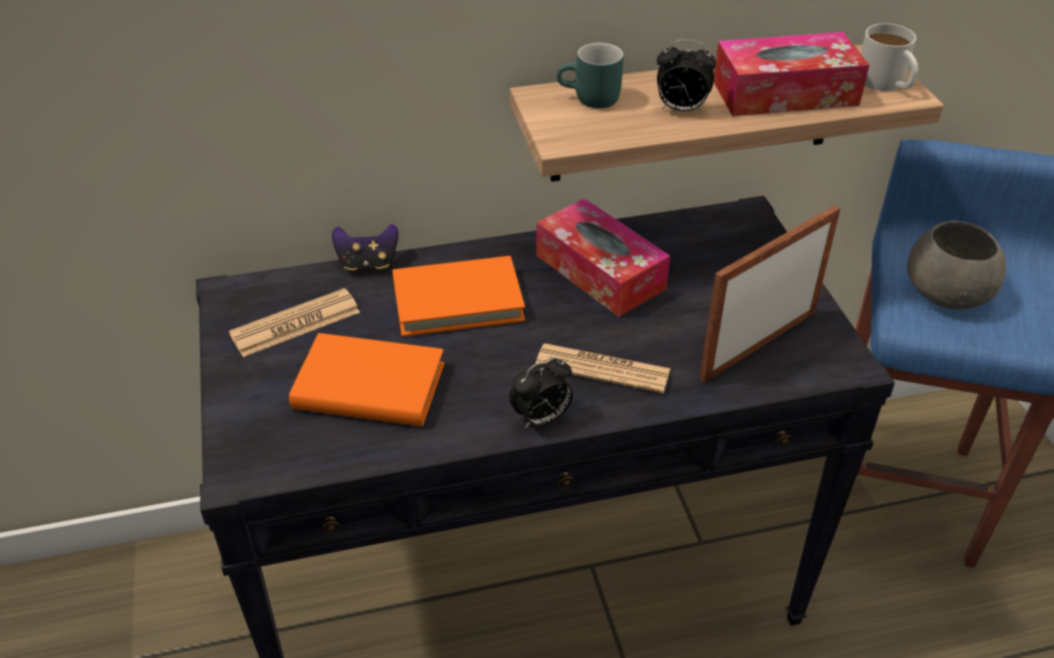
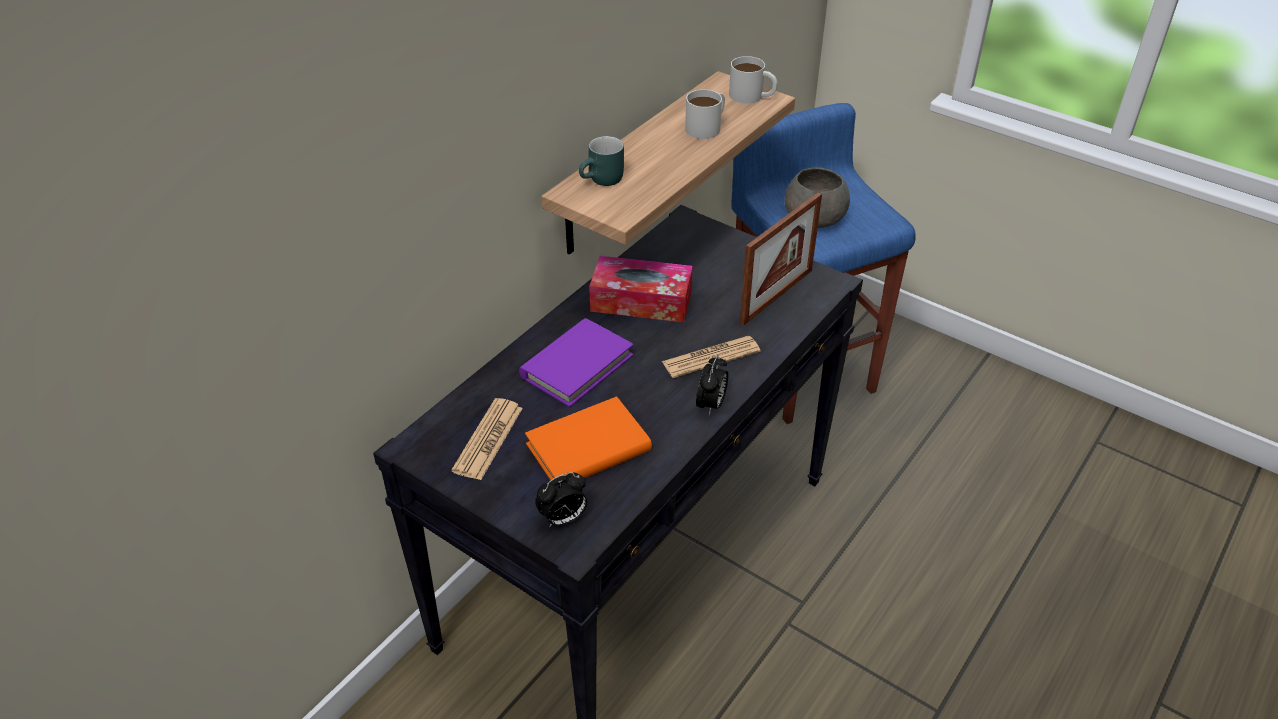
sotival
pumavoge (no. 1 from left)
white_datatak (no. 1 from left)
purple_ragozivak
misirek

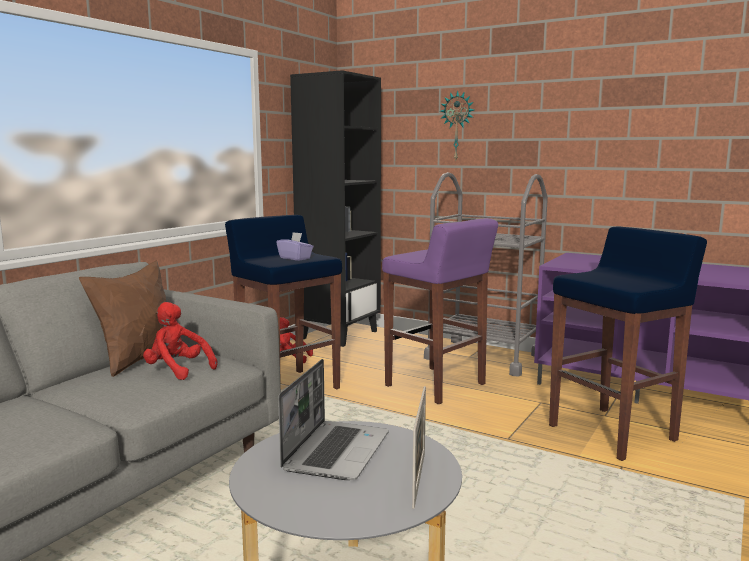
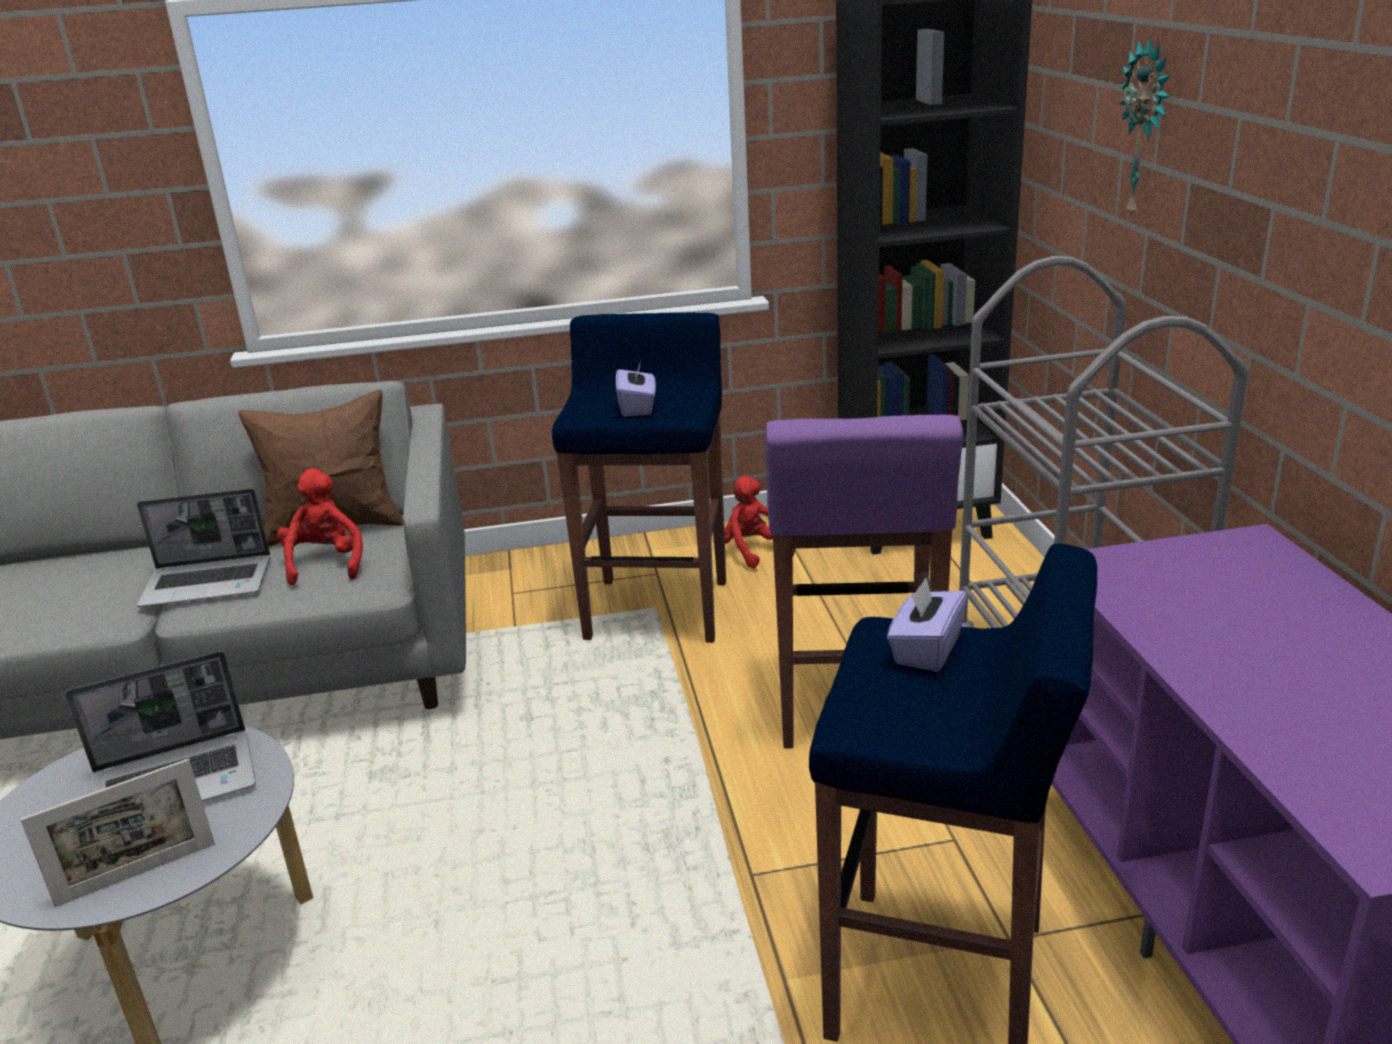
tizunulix (no. 2 from left)
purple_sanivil (no. 2 from left)

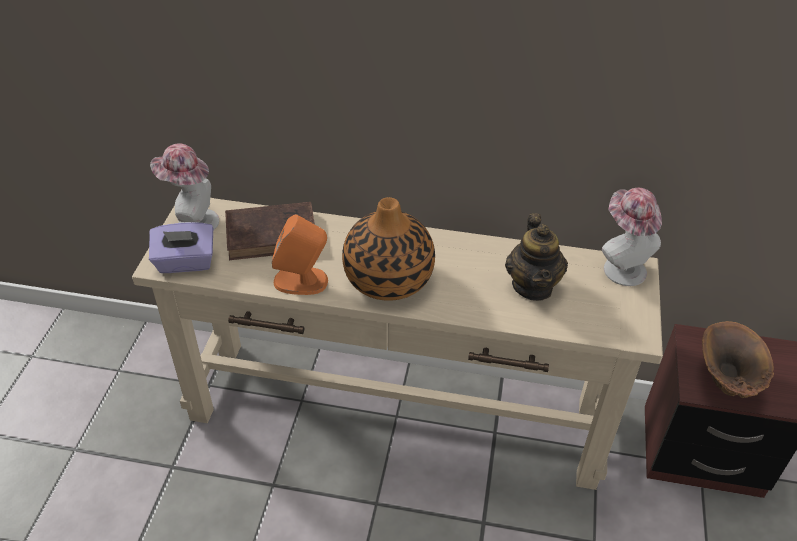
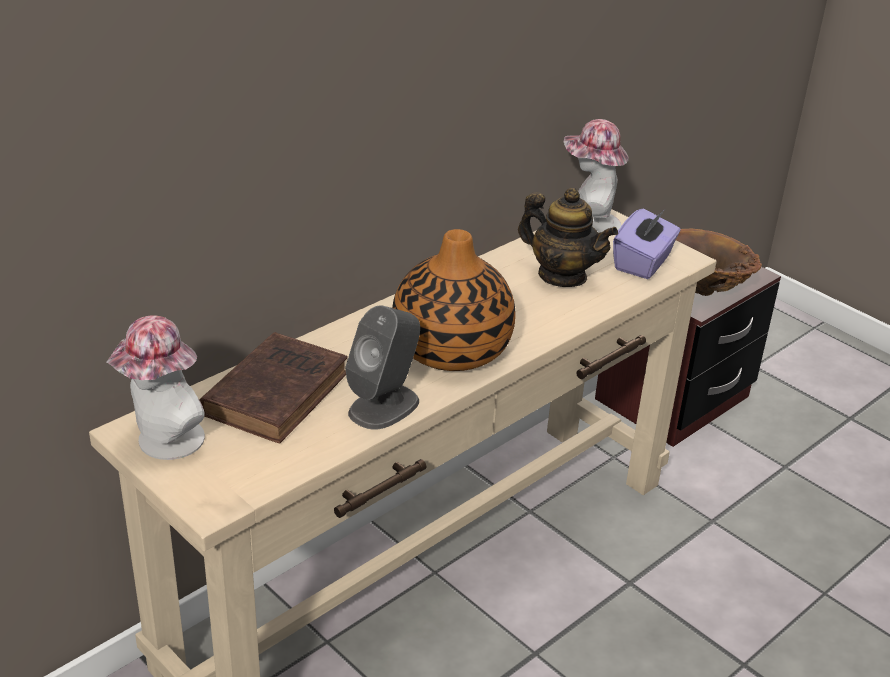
purple_sanivil
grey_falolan

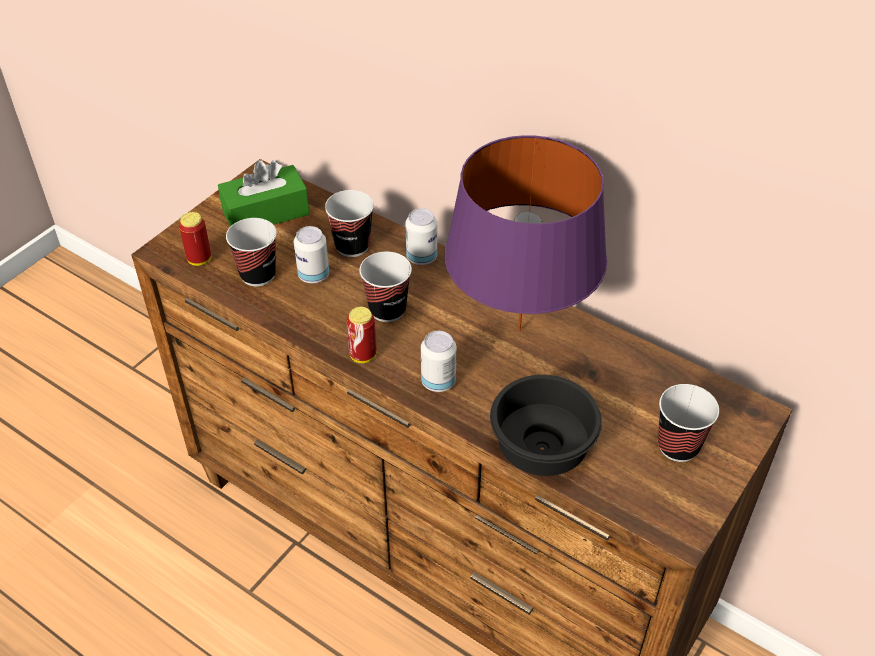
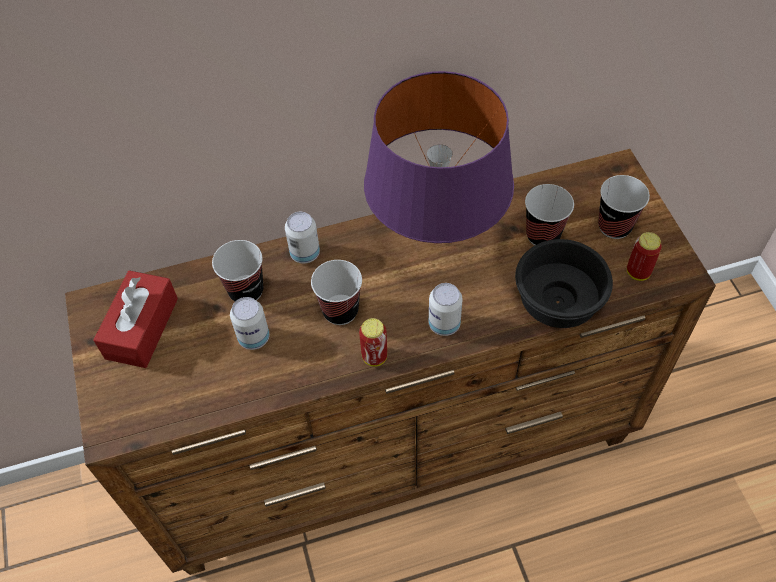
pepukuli (no. 5 from left)
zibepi (no. 3 from left)
red_sanivil

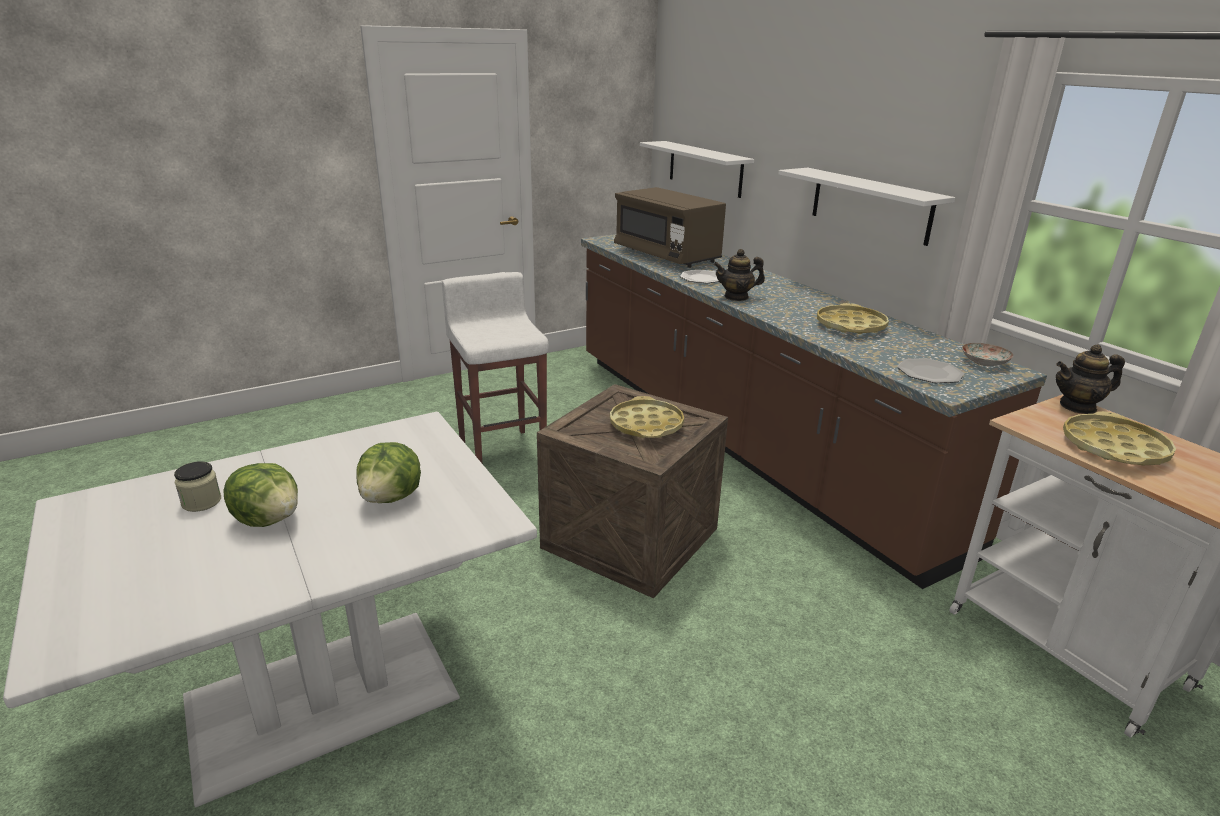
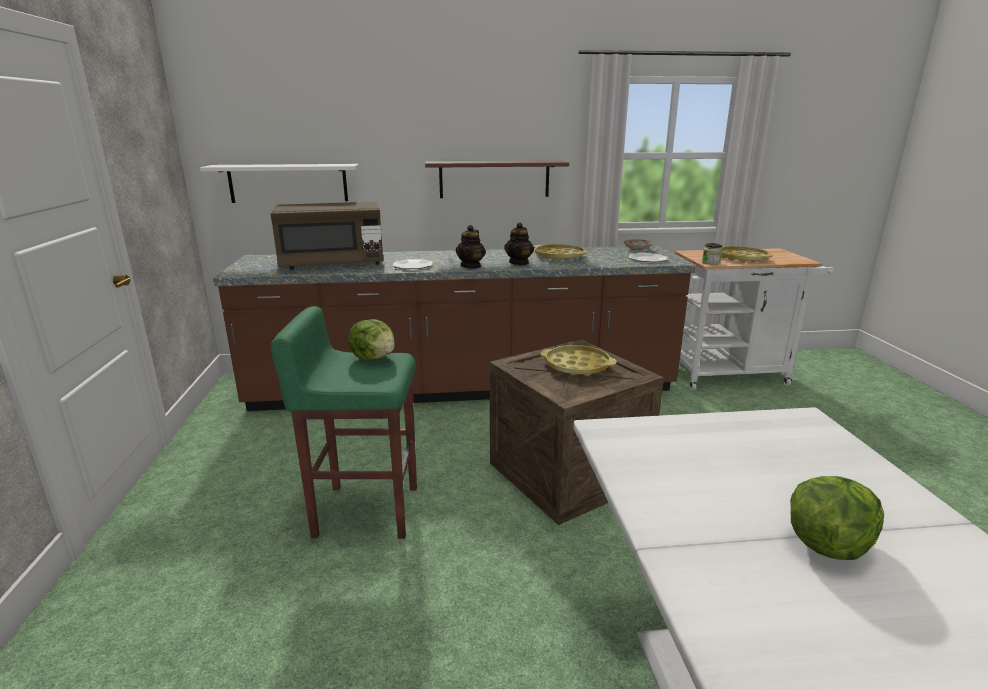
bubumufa
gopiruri (no. 1 from left)
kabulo (no. 2 from left)
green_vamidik
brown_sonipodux

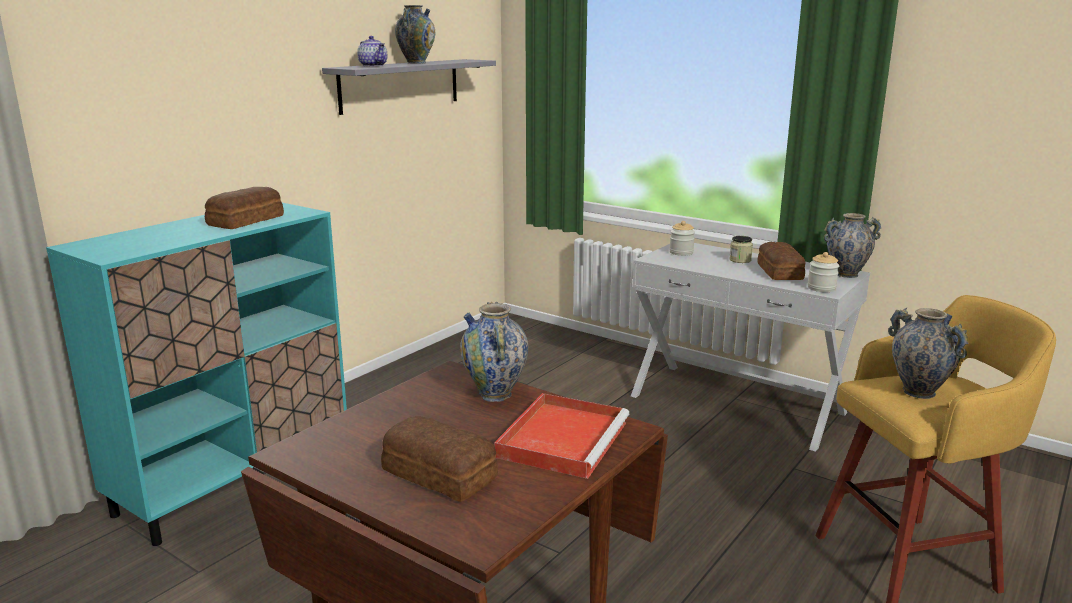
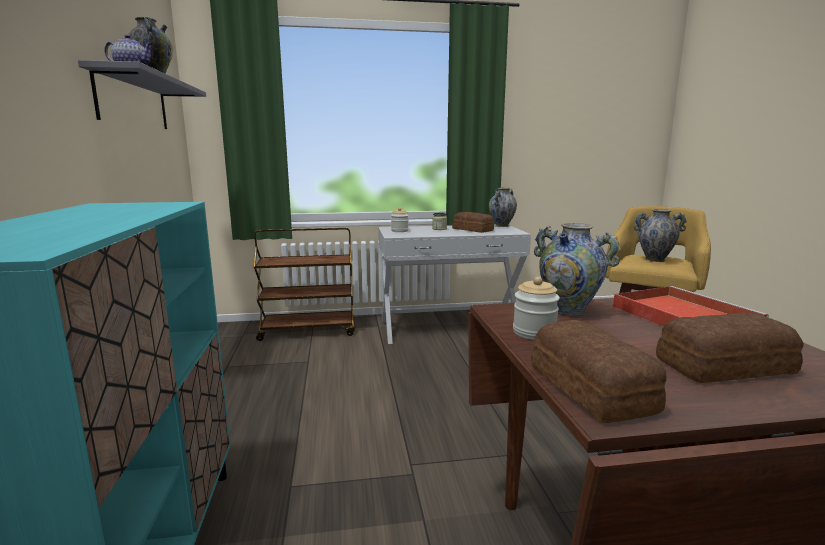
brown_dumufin
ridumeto (no. 2 from left)
bubumufa (no. 3 from left)

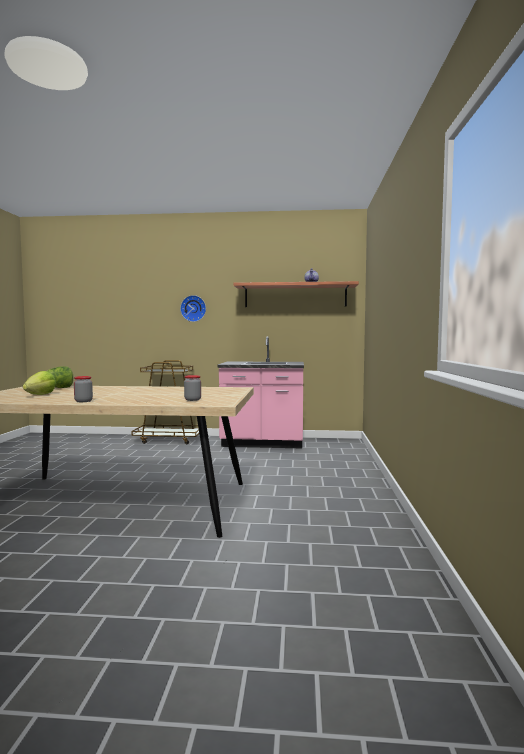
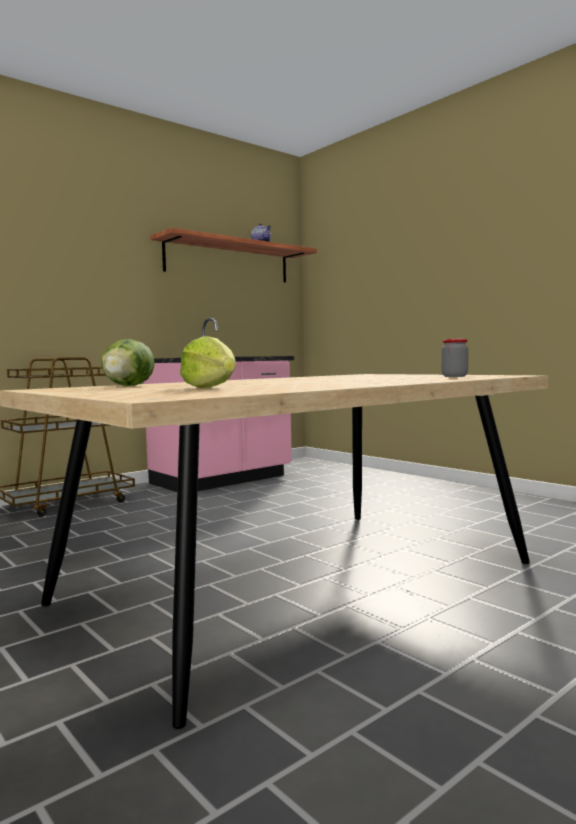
bubumufa (no. 1 from left in the first image)
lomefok

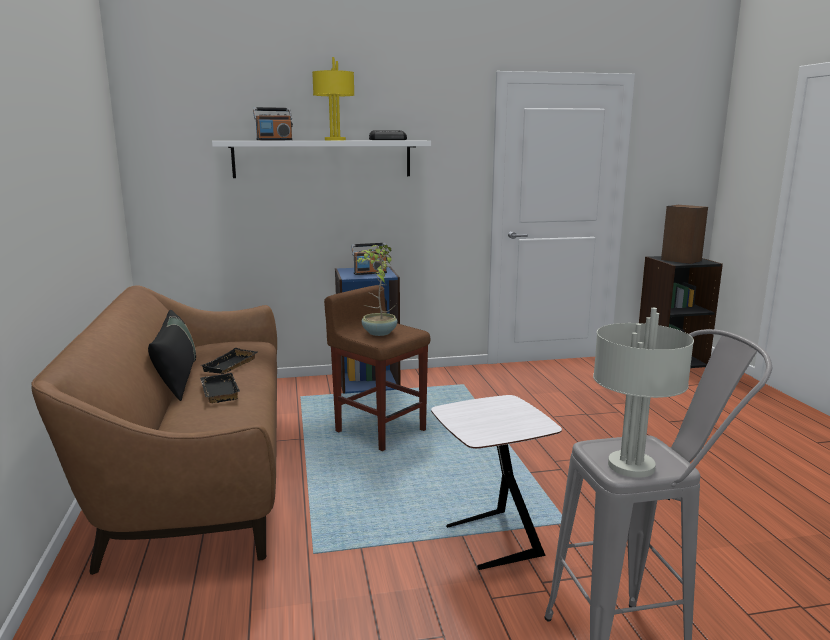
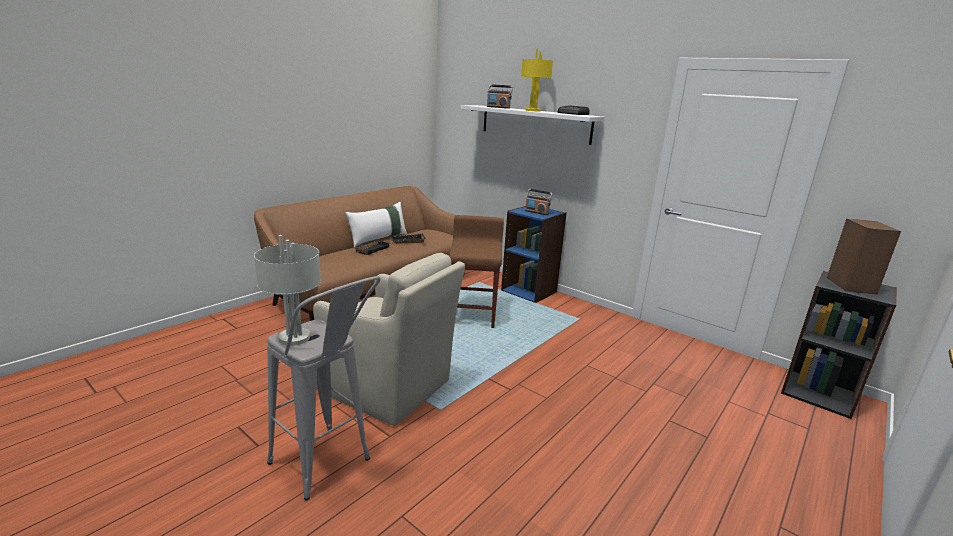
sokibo
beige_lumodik
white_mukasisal

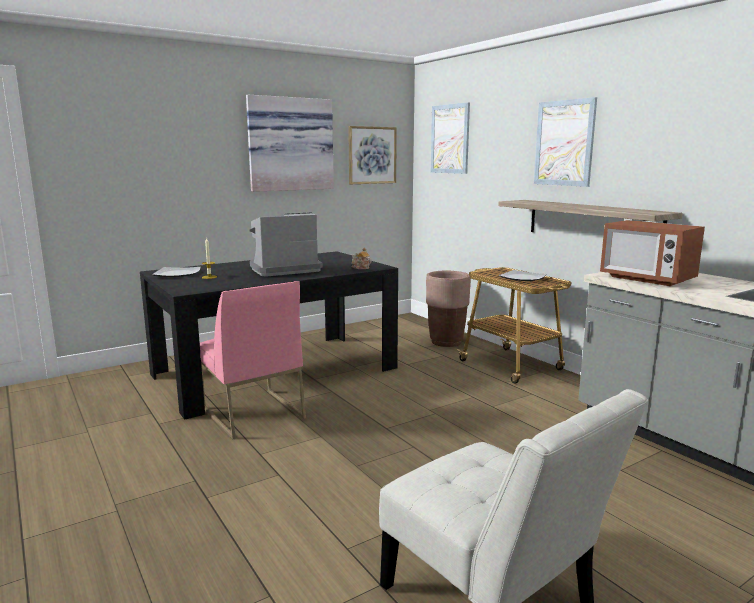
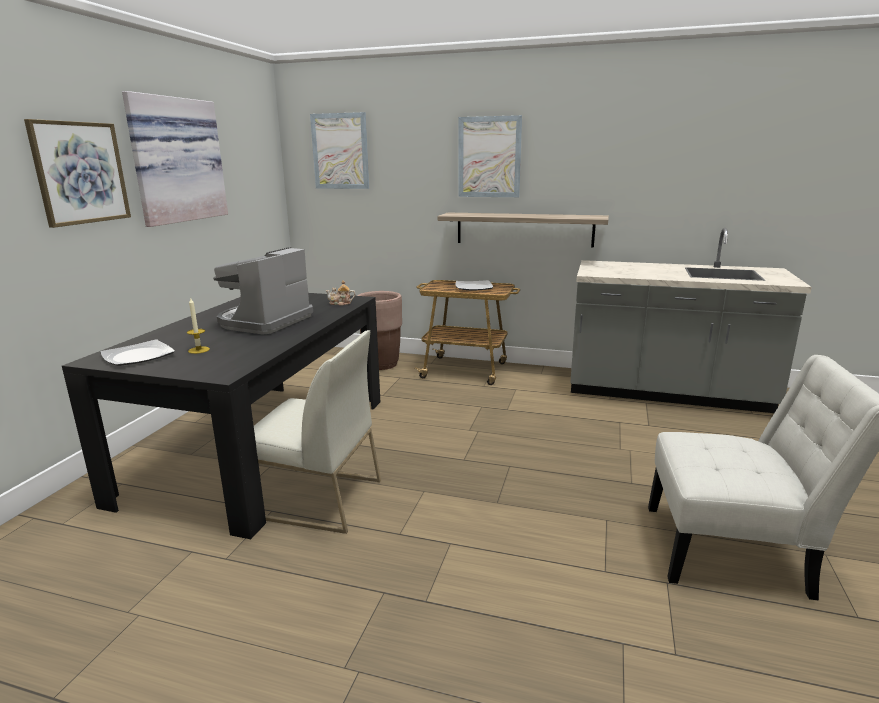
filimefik
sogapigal (no. 1 from left)
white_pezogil (no. 1 from left)

